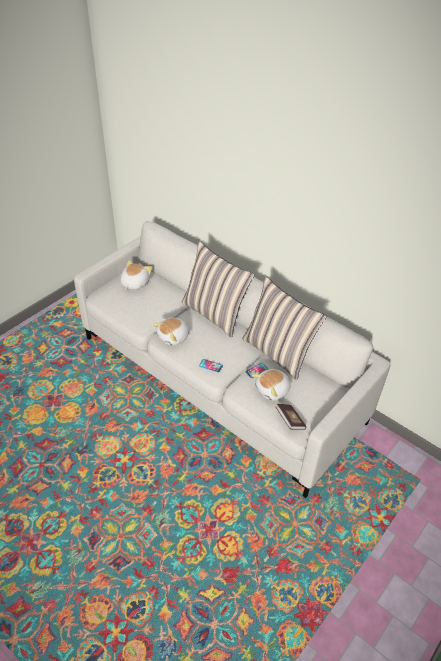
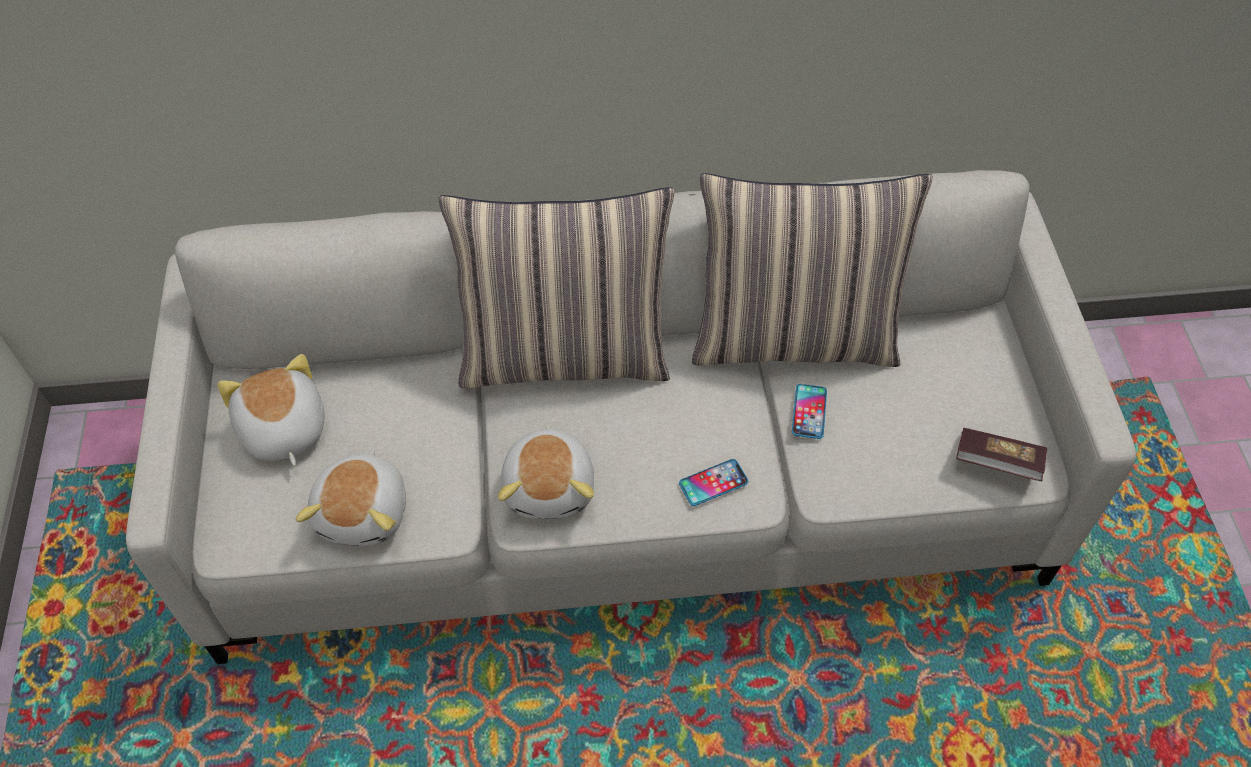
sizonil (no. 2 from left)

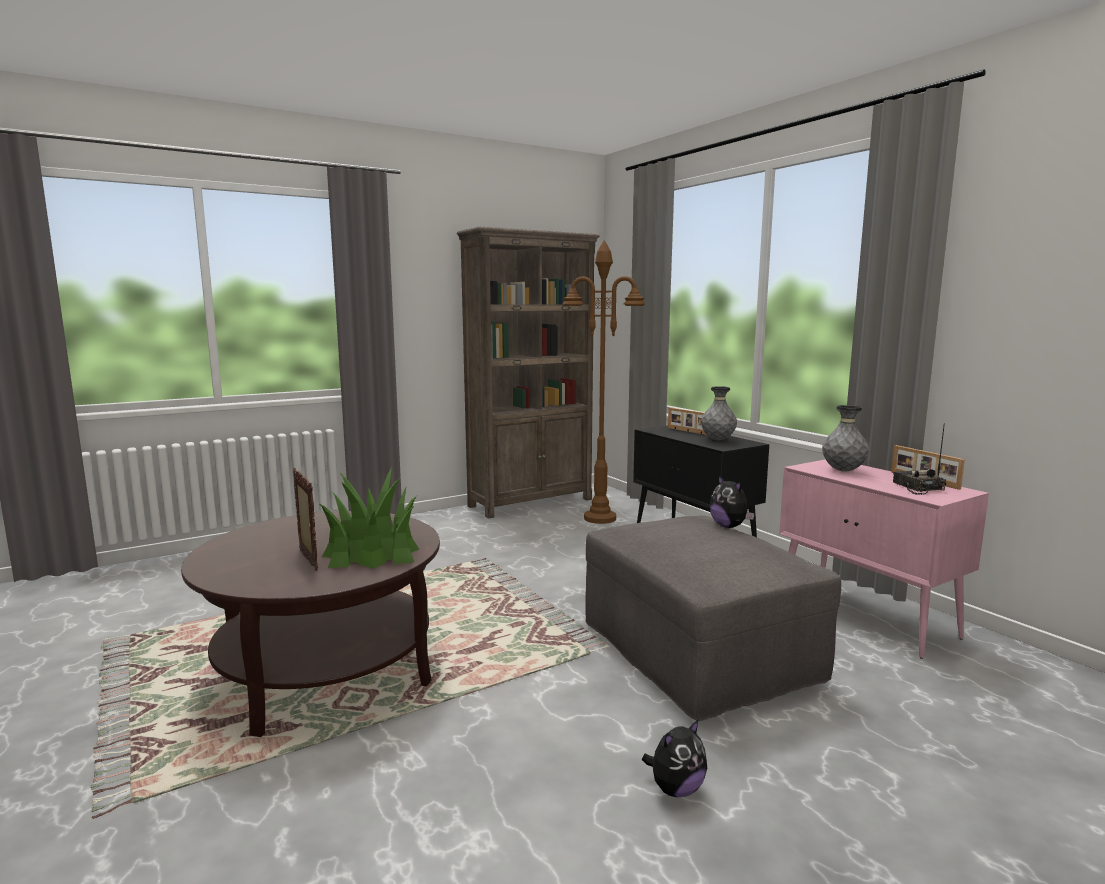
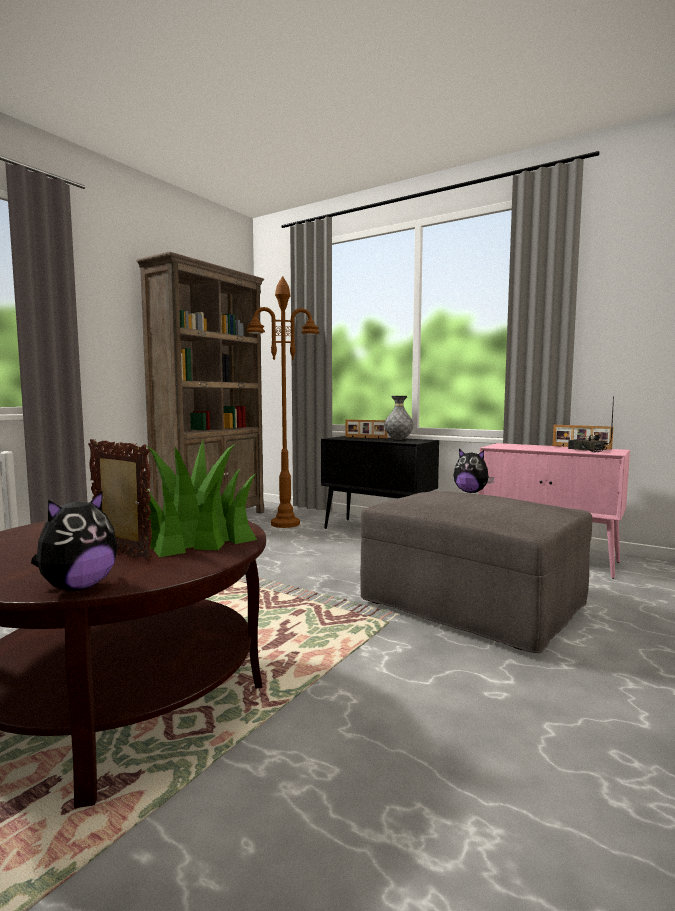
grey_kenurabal (no. 2 from left in the first image)
sizonil (no. 1 from left)

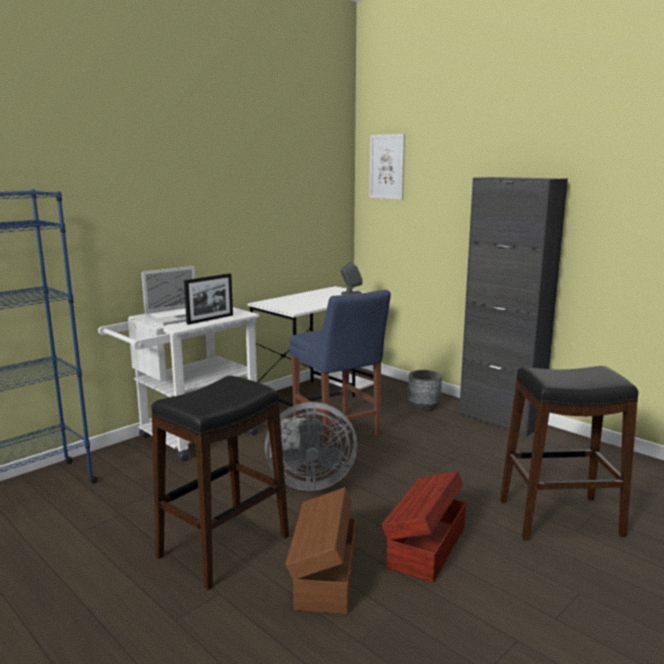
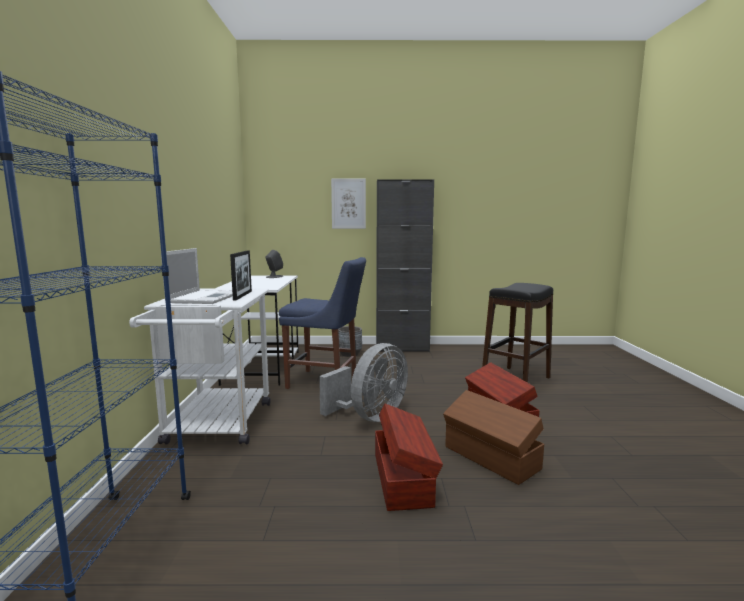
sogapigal
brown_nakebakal (no. 1 from left)

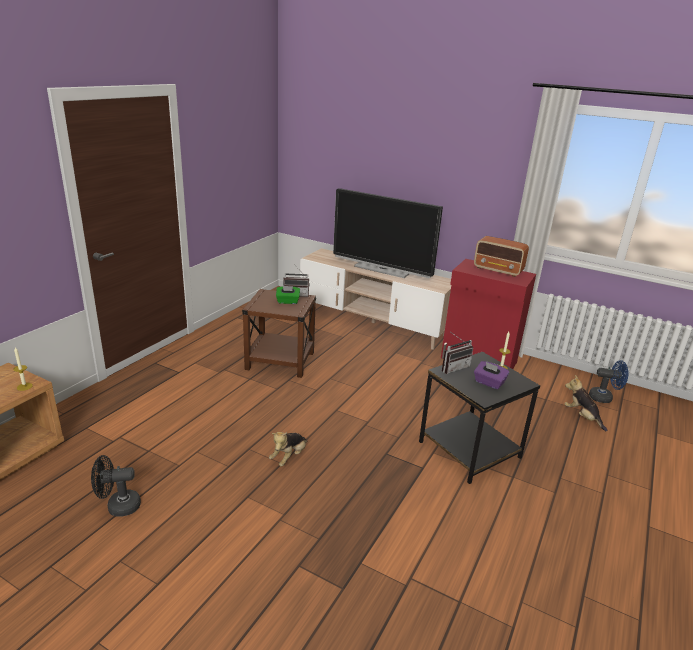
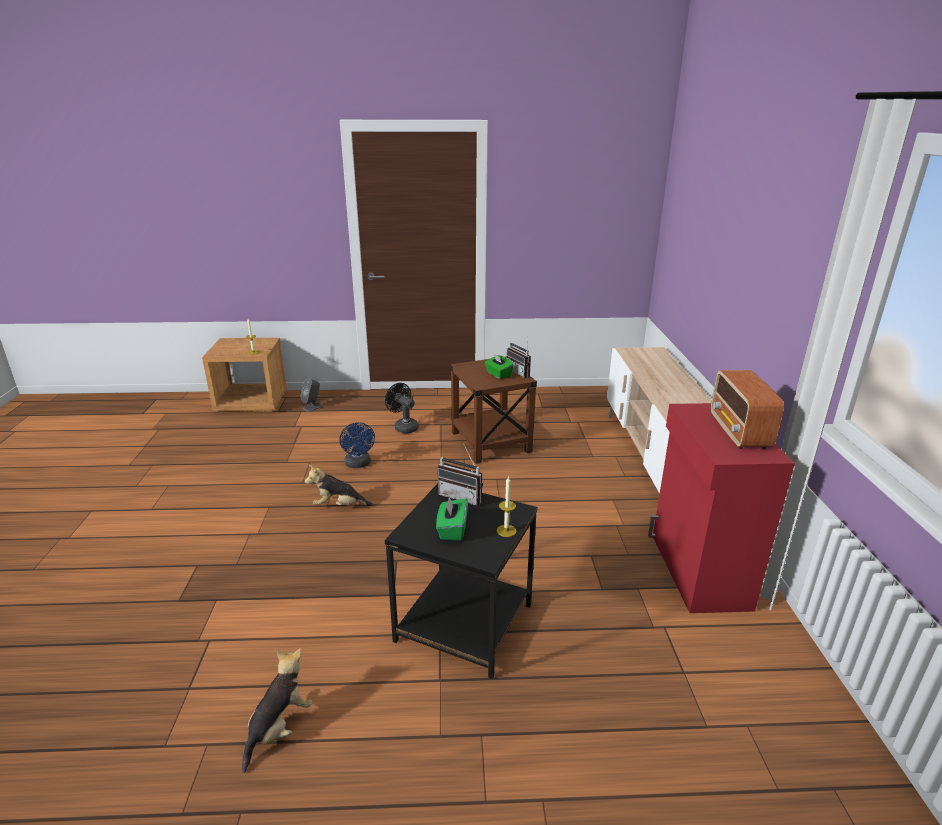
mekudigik
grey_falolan
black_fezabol
sizonil (no. 1 from left)
blue_fezabol
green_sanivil (no. 1 from left)

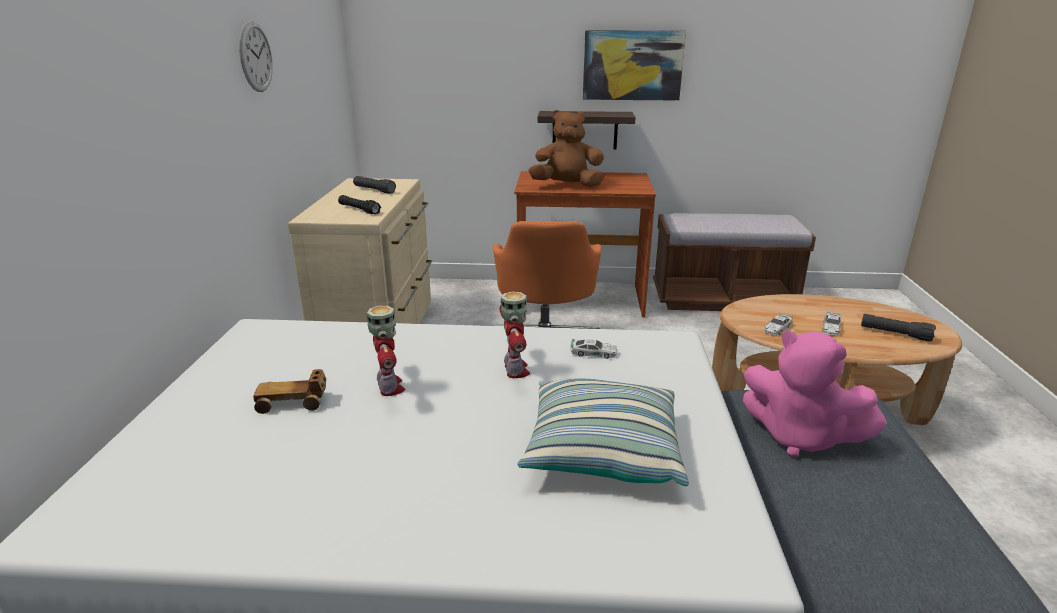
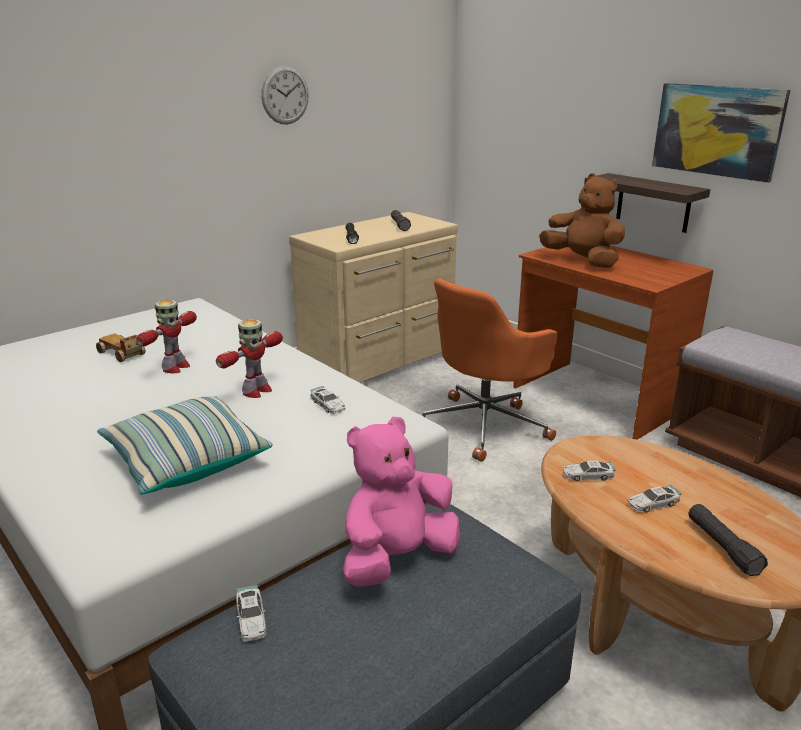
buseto (no. 2 from left)
pink_sizonil

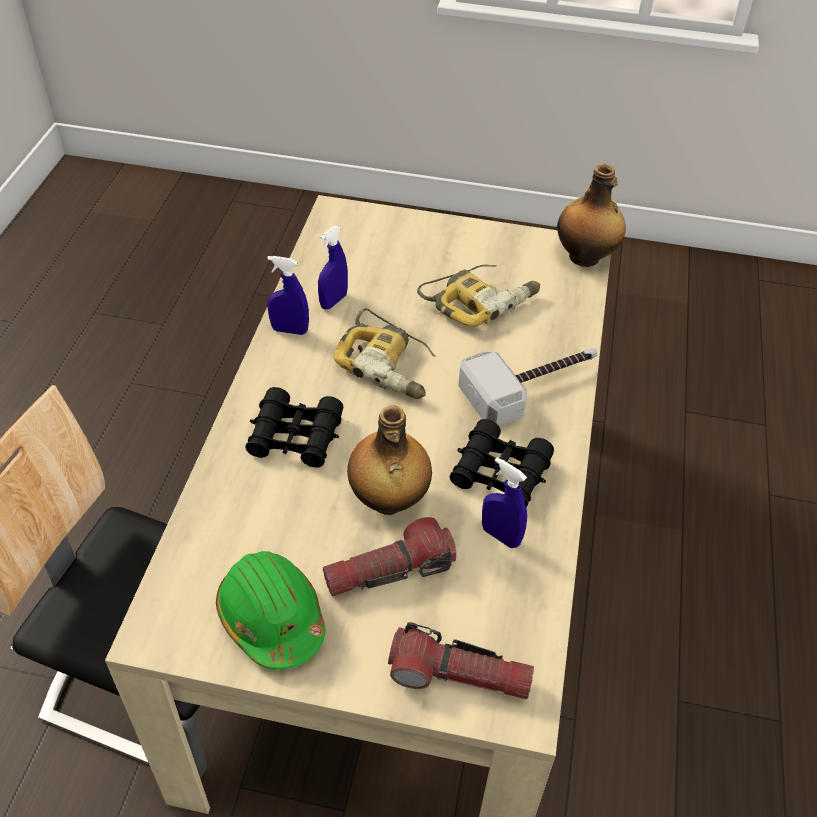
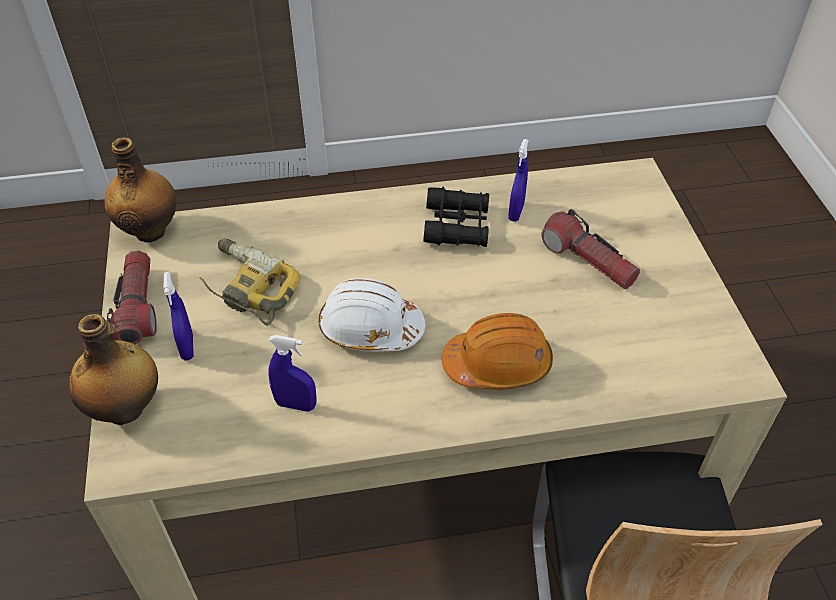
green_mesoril
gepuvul
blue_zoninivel (no. 1 from left)
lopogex (no. 1 from left)
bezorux (no. 1 from left)
orange_mesoril
white_mesoril

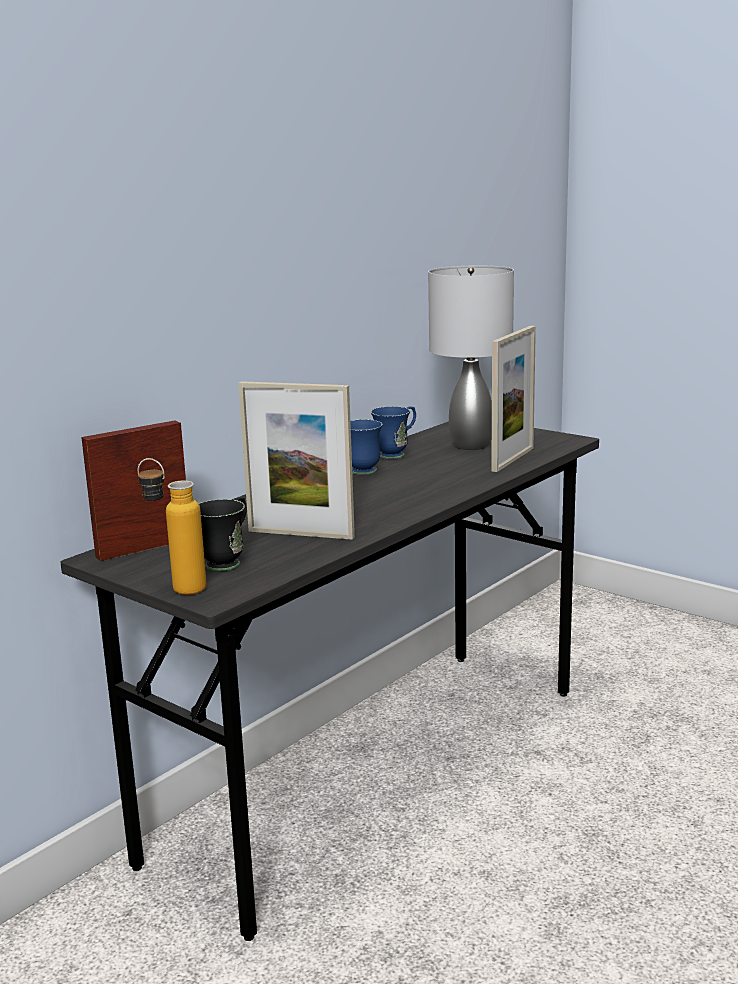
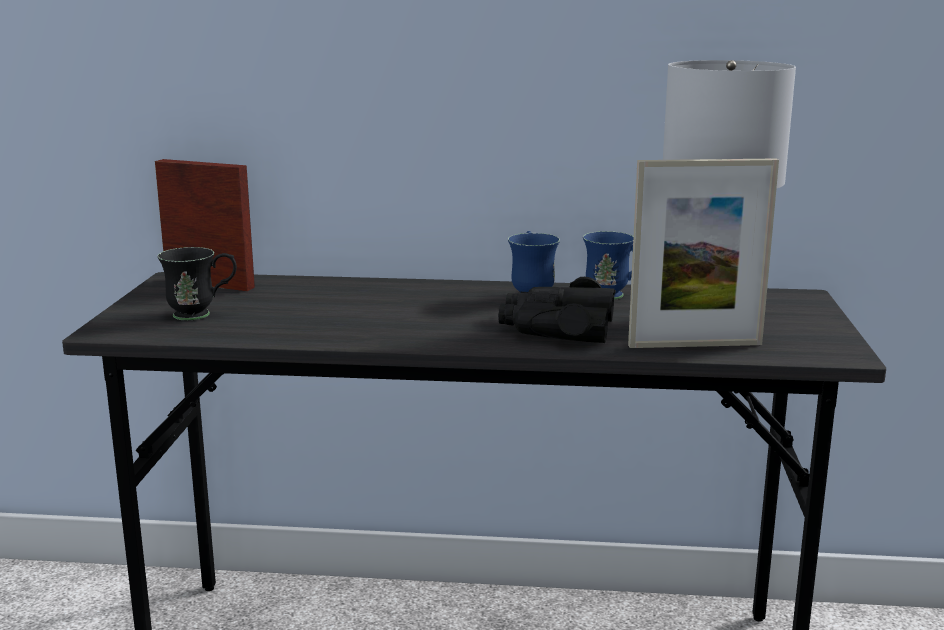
lopogex
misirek (no. 2 from left in the first image)
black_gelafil

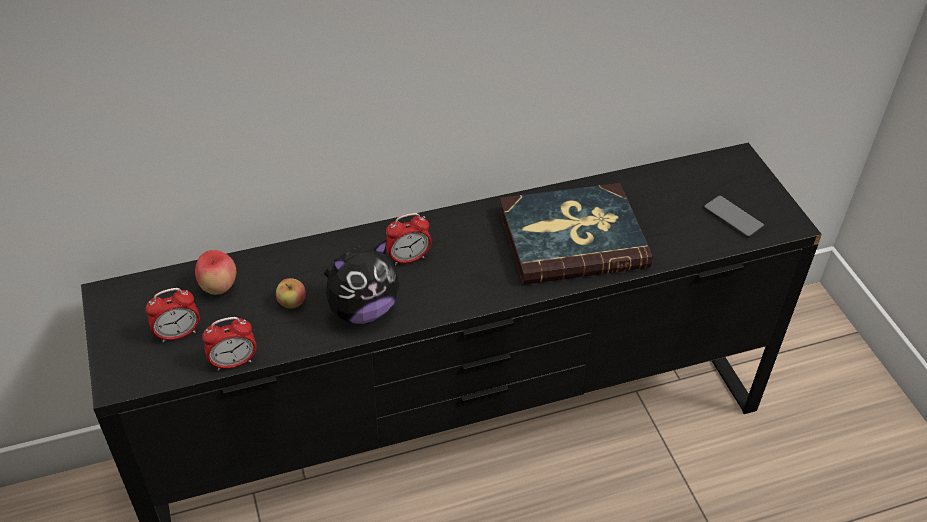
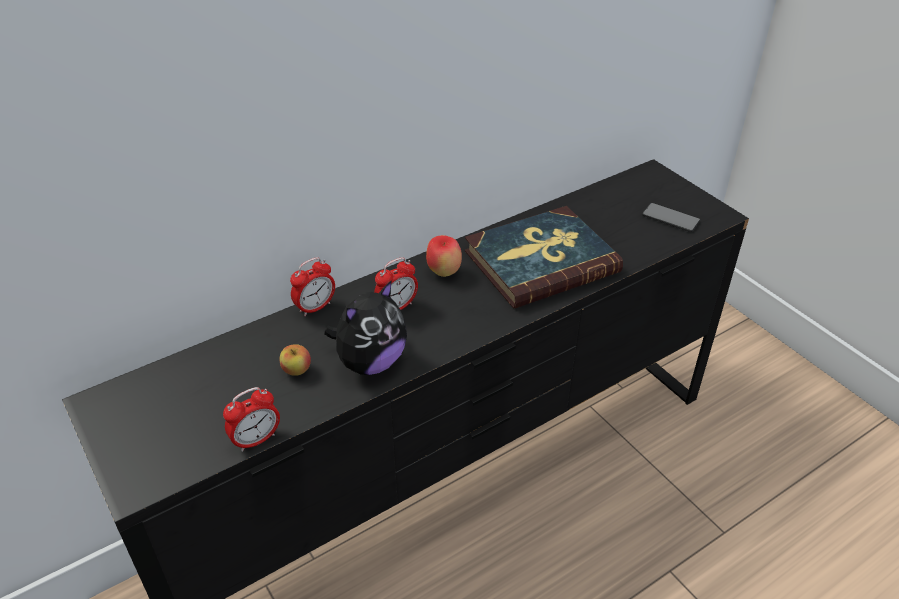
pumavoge (no. 2 from left)
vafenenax (no. 2 from left)

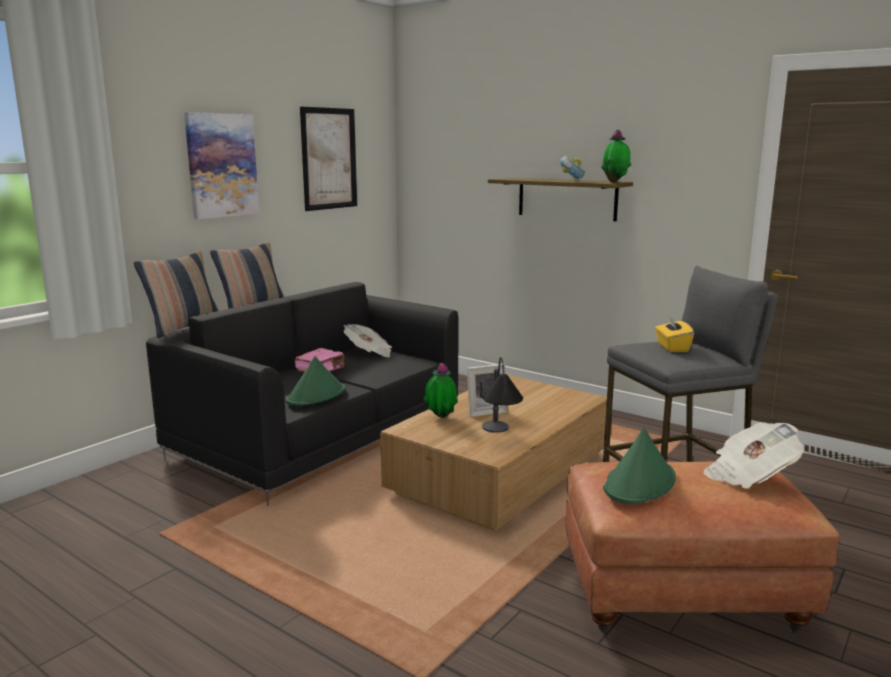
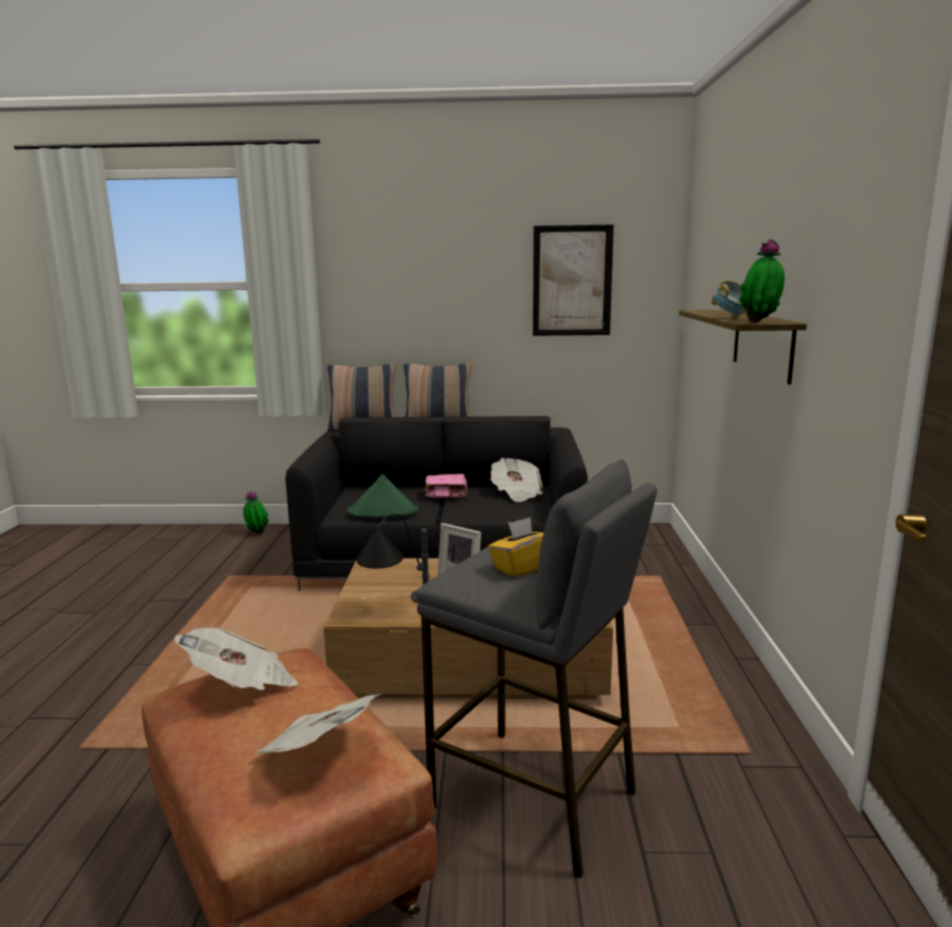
sogapigal (no. 1 from left in the first image)
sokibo (no. 1 from left)
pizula (no. 1 from left)

